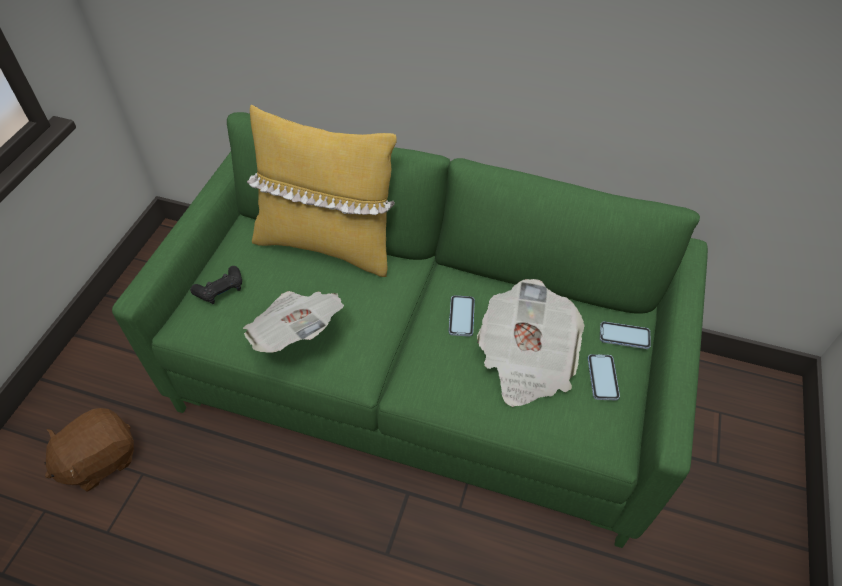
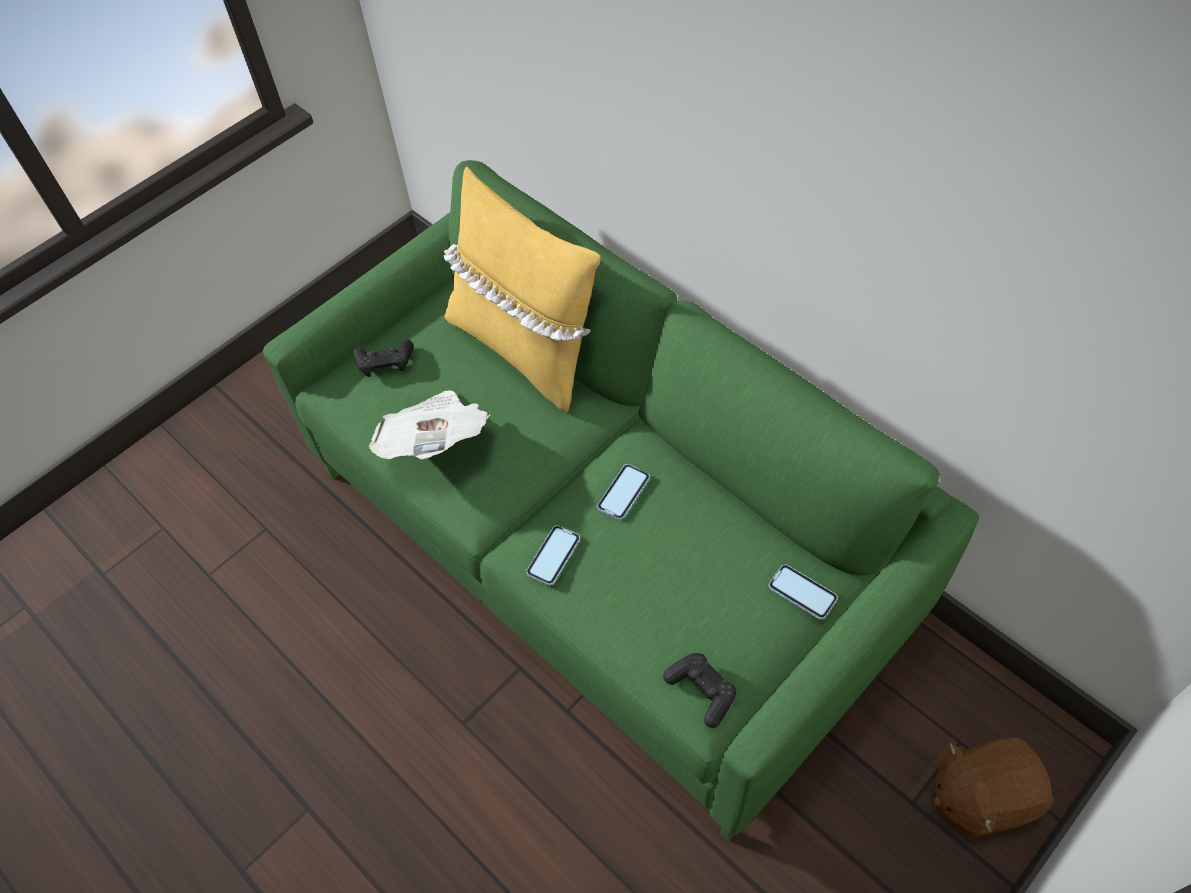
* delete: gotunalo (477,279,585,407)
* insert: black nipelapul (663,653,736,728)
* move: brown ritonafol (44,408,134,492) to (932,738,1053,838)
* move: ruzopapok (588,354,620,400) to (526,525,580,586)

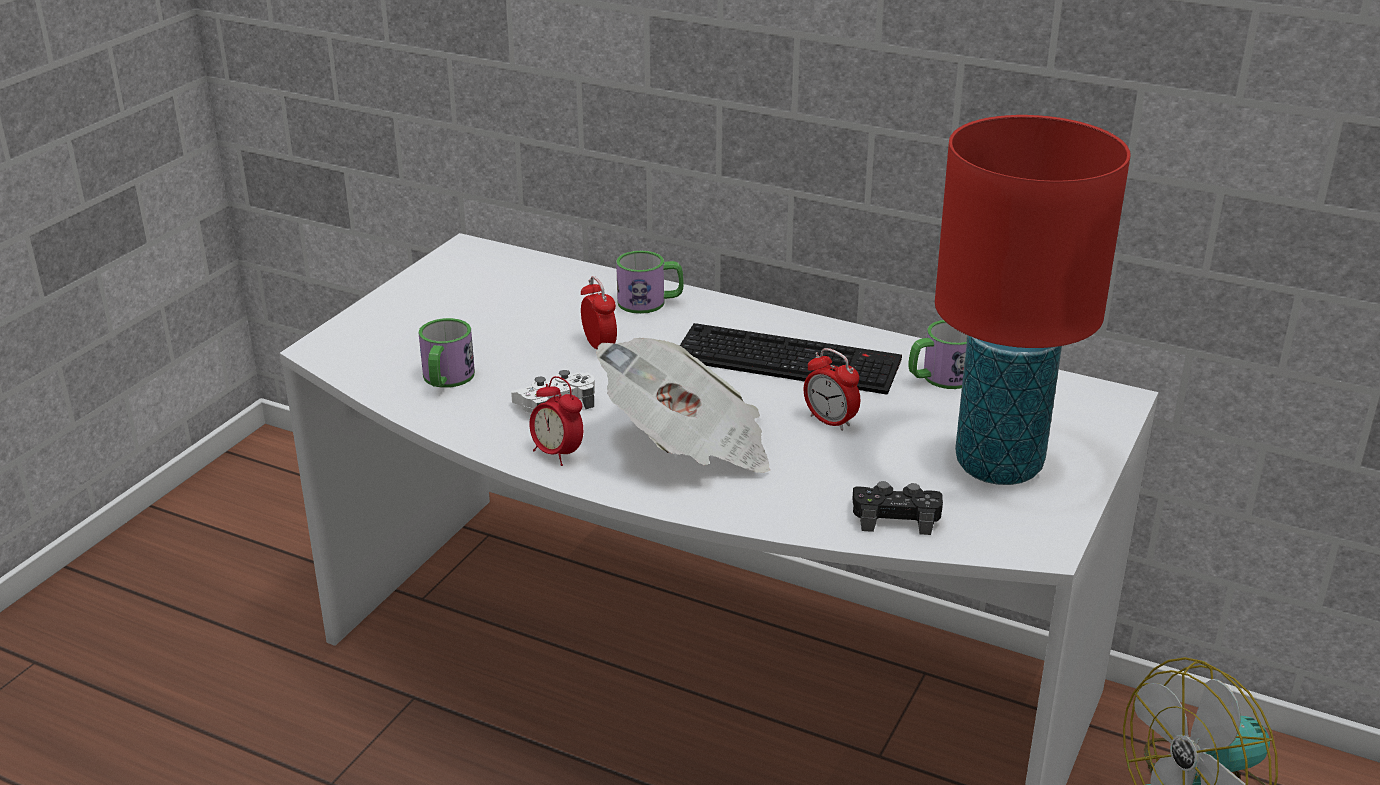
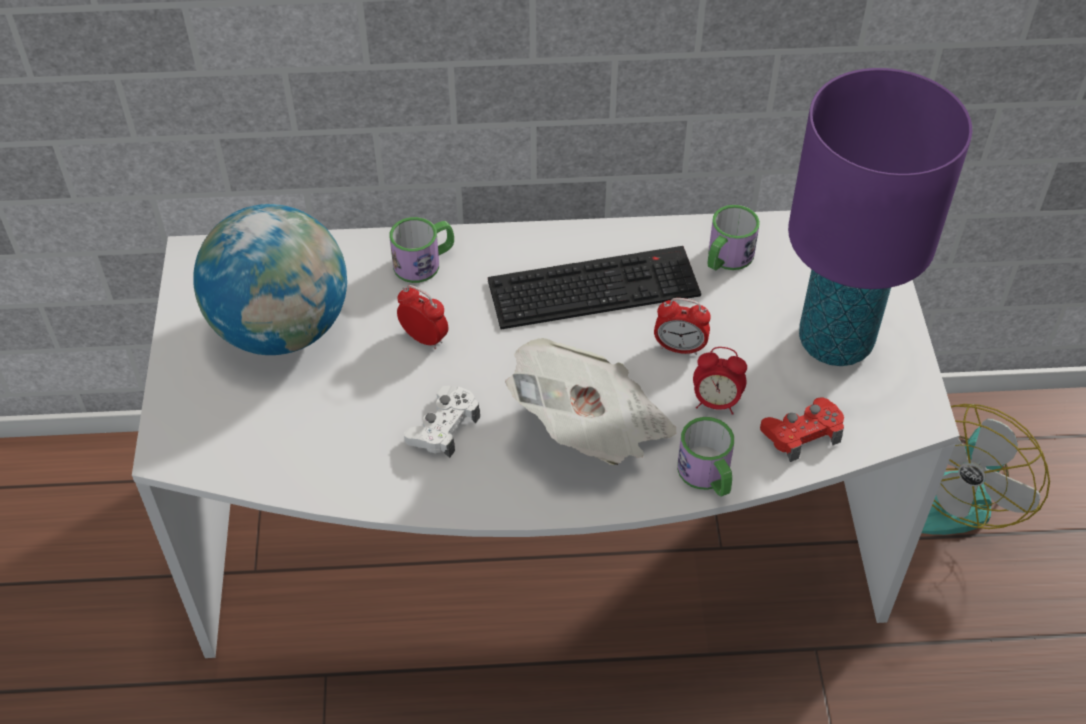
* insert: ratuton (193,204,347,355)
* move: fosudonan (419,318,475,388) to (677,417,734,497)
* move: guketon (530,376,583,466) to (693,347,747,415)
* recolor: black nipelapul (852,481,943,535) to red nipelapul (760,398,844,462)
* recolor: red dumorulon (935,115,1131,485) to purple dumorulon (788,68,972,366)

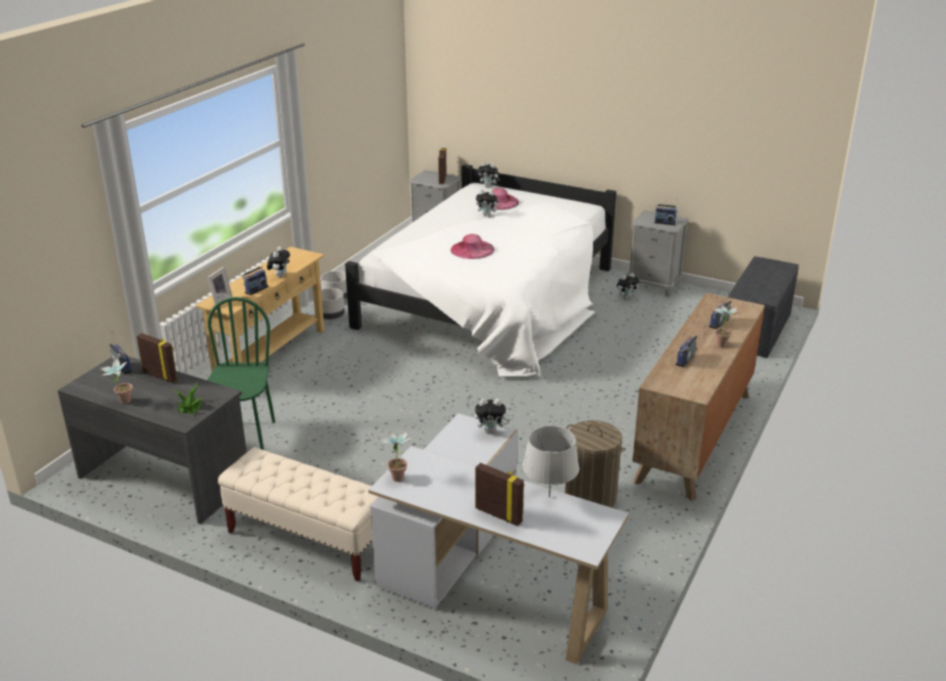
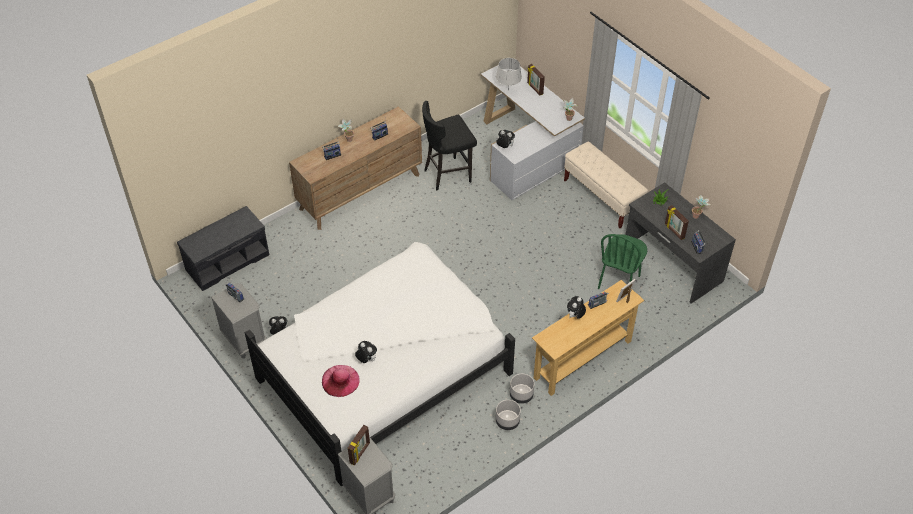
* delete: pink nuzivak (451,234,494,259)
* delete: ritonafol (478,162,500,188)
* replace: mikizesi (565,420,625,508) to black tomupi (422,101,477,190)

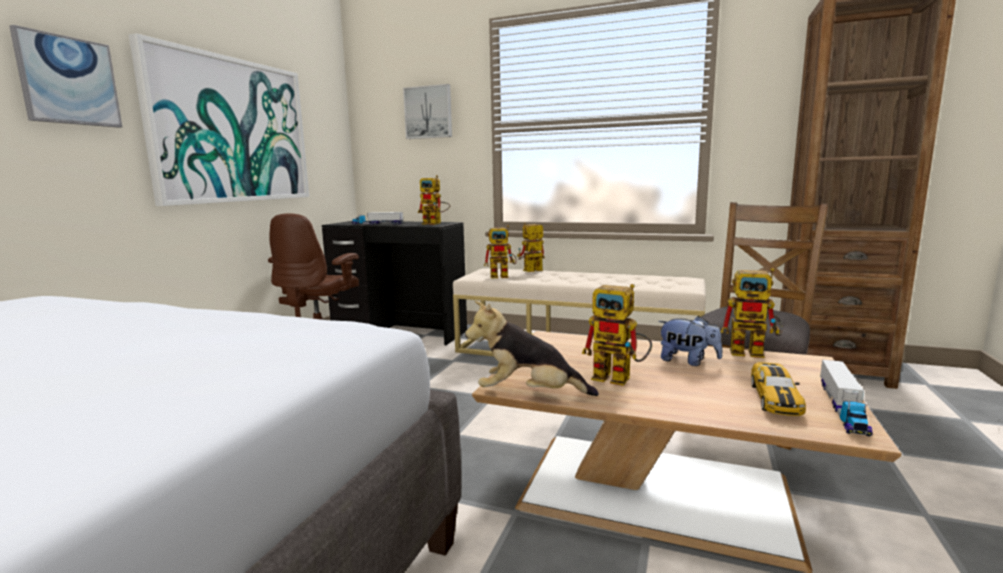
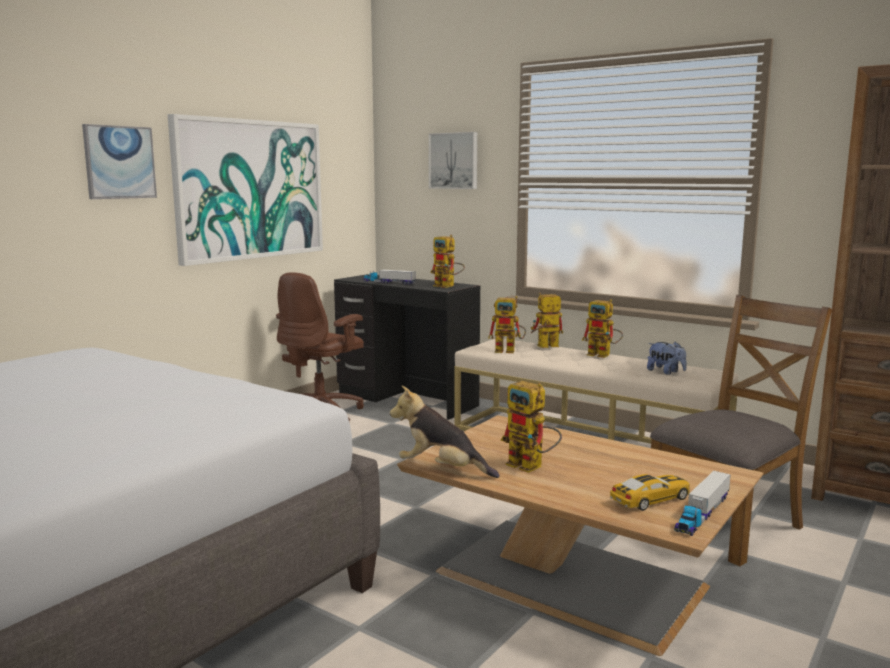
* move: ritonafol (658,316,722,366) to (647,341,687,375)
* move: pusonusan (721,268,782,358) to (582,299,623,358)
* rotate: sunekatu (751,362,806,416) = (610,474,690,511) 150 degrees counterclockwise

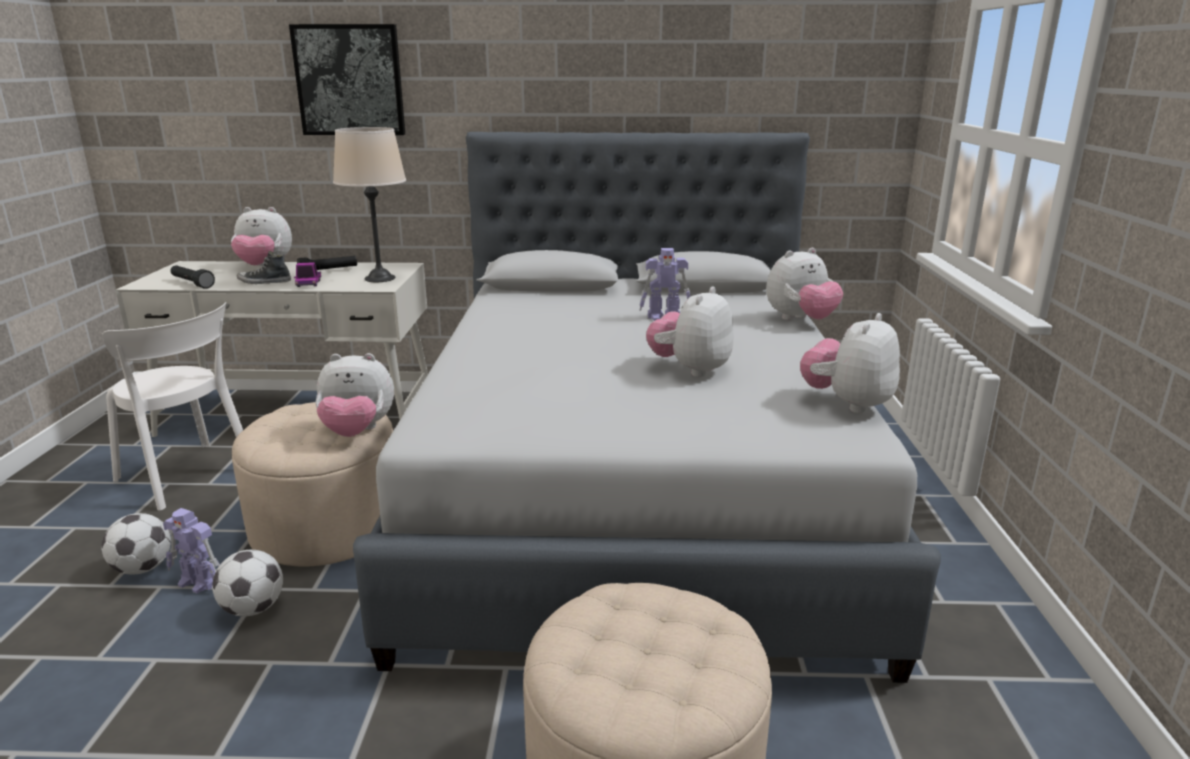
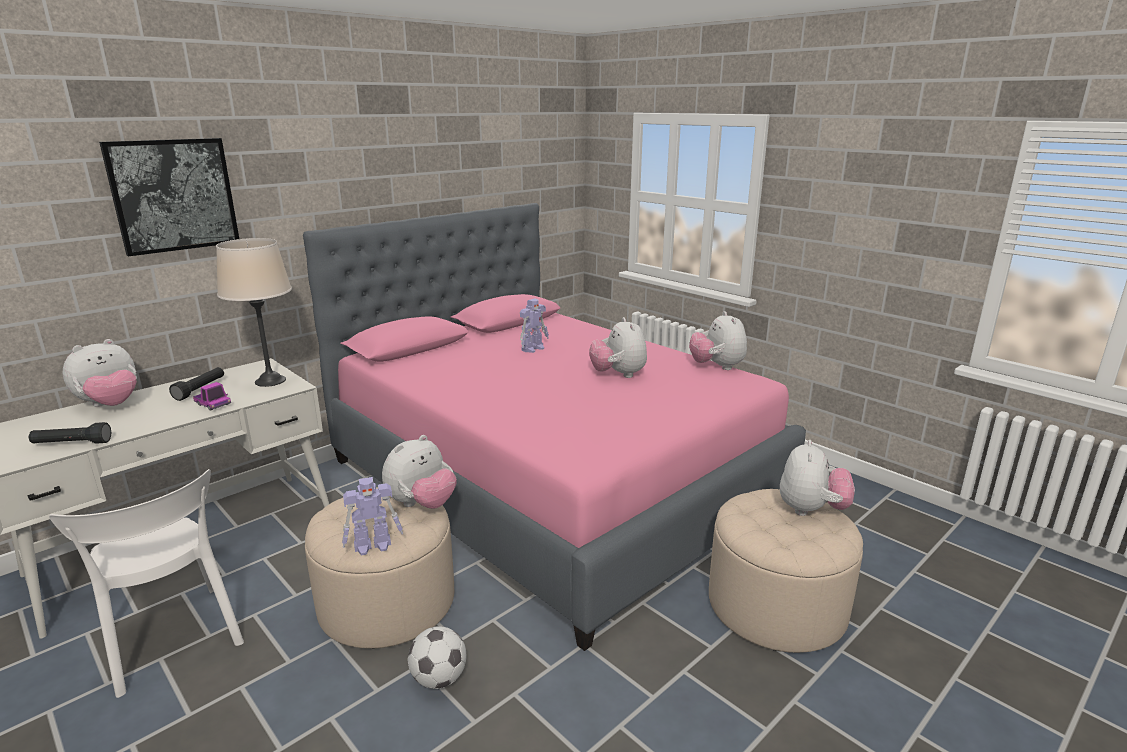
* delete: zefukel (101,513,171,574)
* delete: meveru (237,251,291,284)
* move: pusonusan (163,508,220,593) to (342,477,403,556)
* move: ritonafol (766,248,843,320) to (780,440,855,516)
* recolor: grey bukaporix (353,132,941,683) to pink bukaporix (303,203,806,651)
* rotate: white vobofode (102,302,243,511) = (49,469,244,698) 60 degrees clockwise

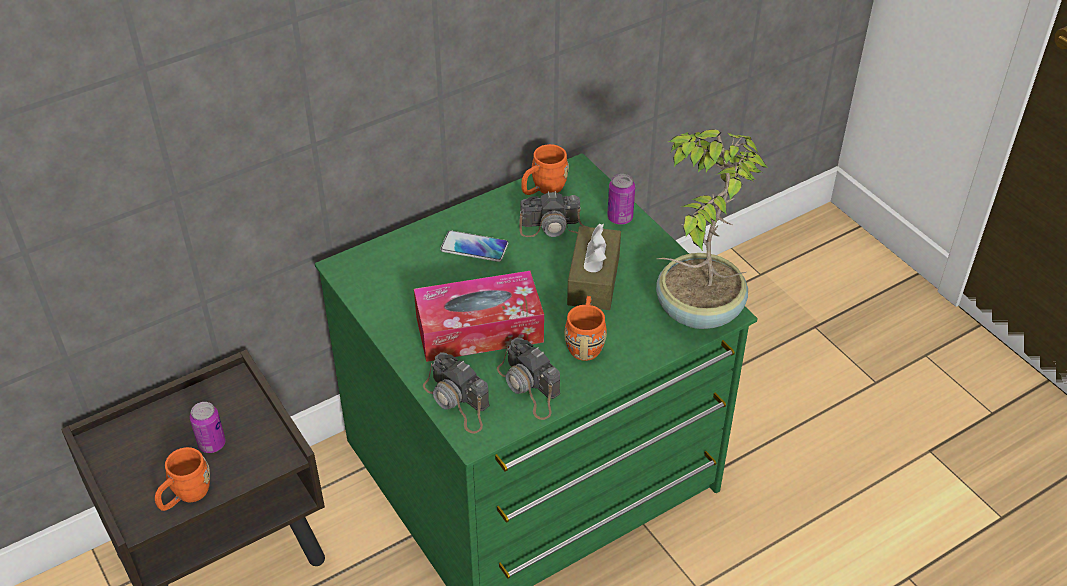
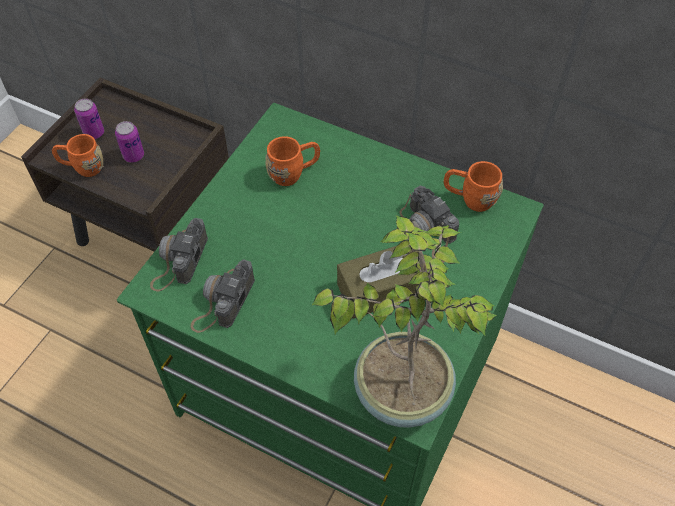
* delete: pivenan (414,271,544,362)
* delete: ruzopapok (440,230,508,262)
* move: orange fosudonan (564,296,607,361) to (265,136,320,186)
* move: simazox (607,174,635,225) to (74,98,104,139)

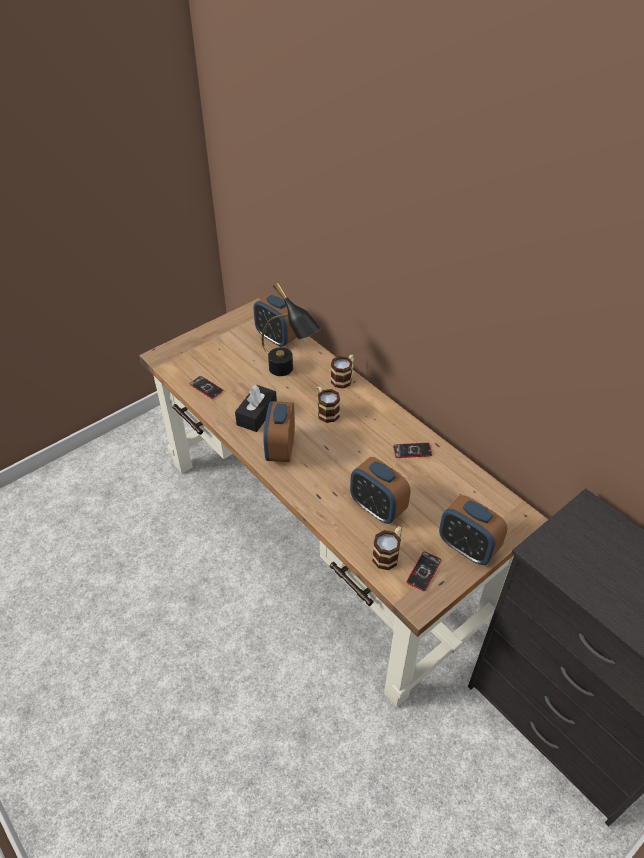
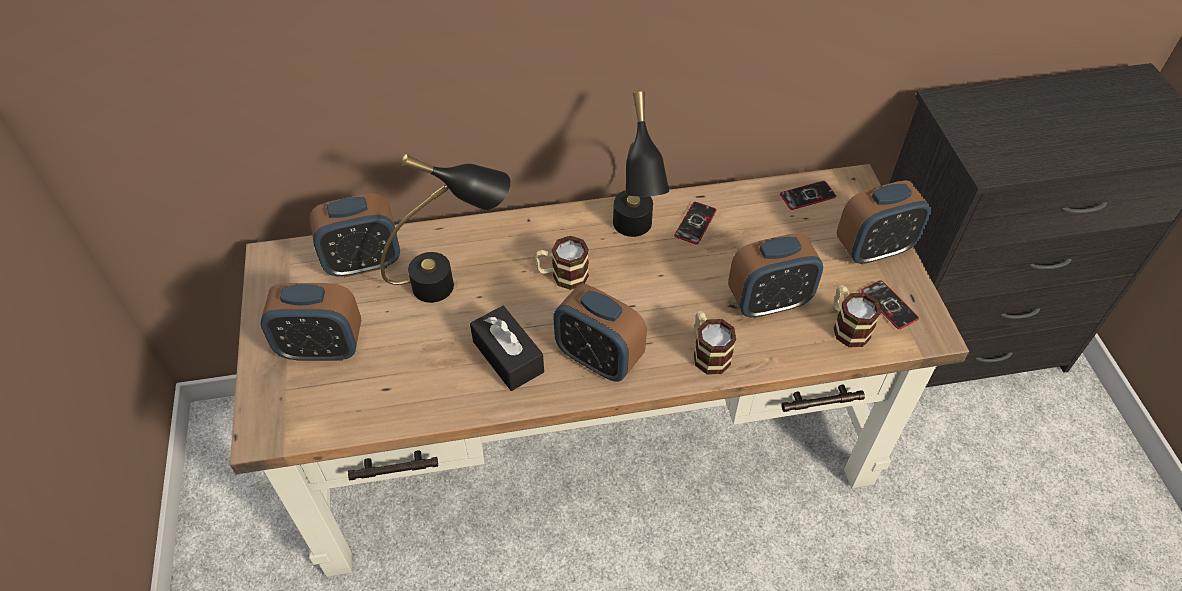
* insert: guketon (261,283,361,361)
* insert: black dumorulon (613,91,669,237)
* move: ruzopapok (190,376,223,399) to (780,181,836,210)
* move: fosudonan (331,355,354,389) to (694,311,736,375)

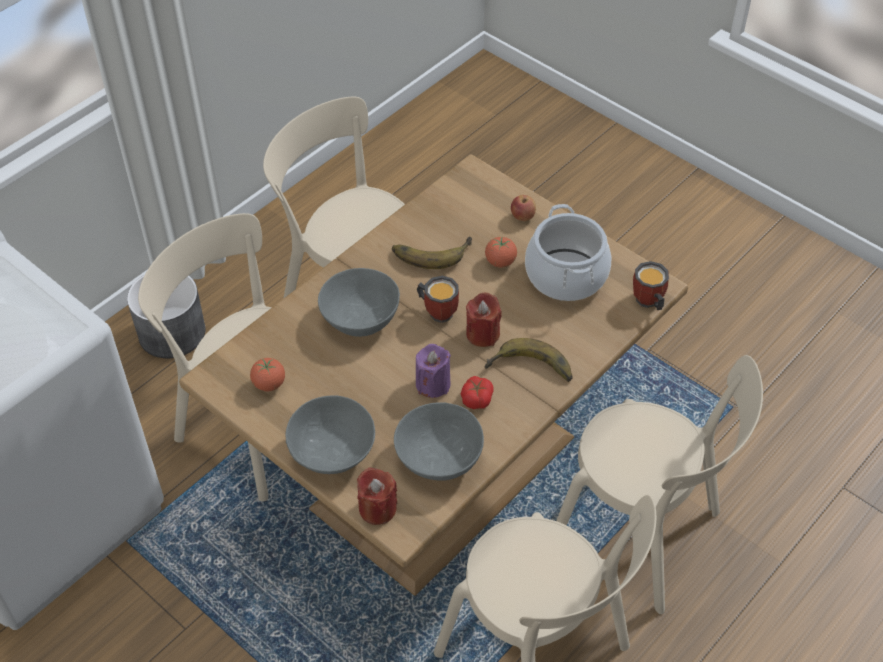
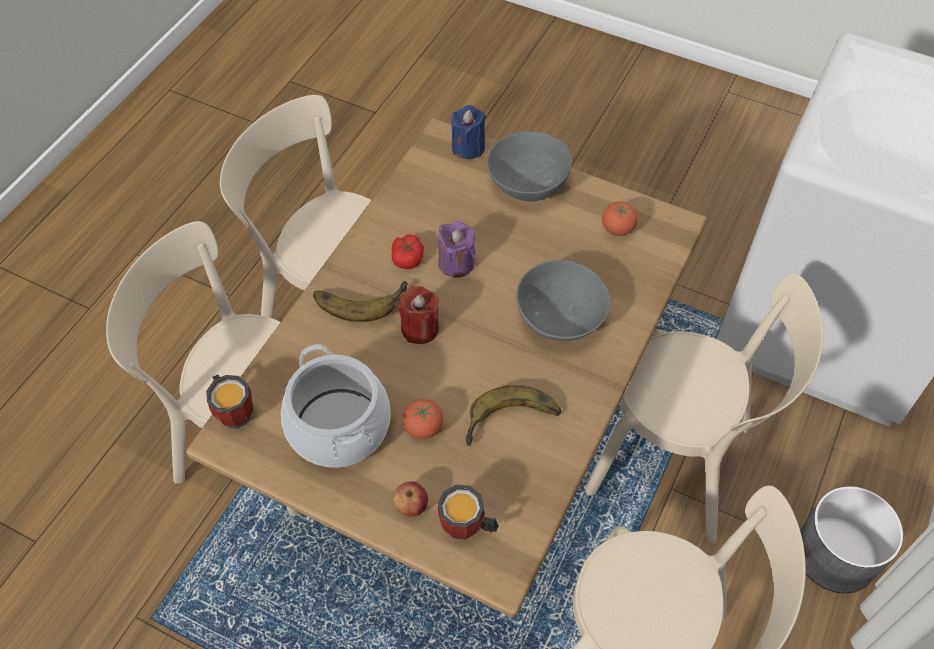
* delete: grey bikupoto (394,402,484,481)
* move: fosudonan (417,276,459,323) to (437,485,499,540)
* recolor: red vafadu (357,467,397,525) to blue vafadu (452,105,486,159)

